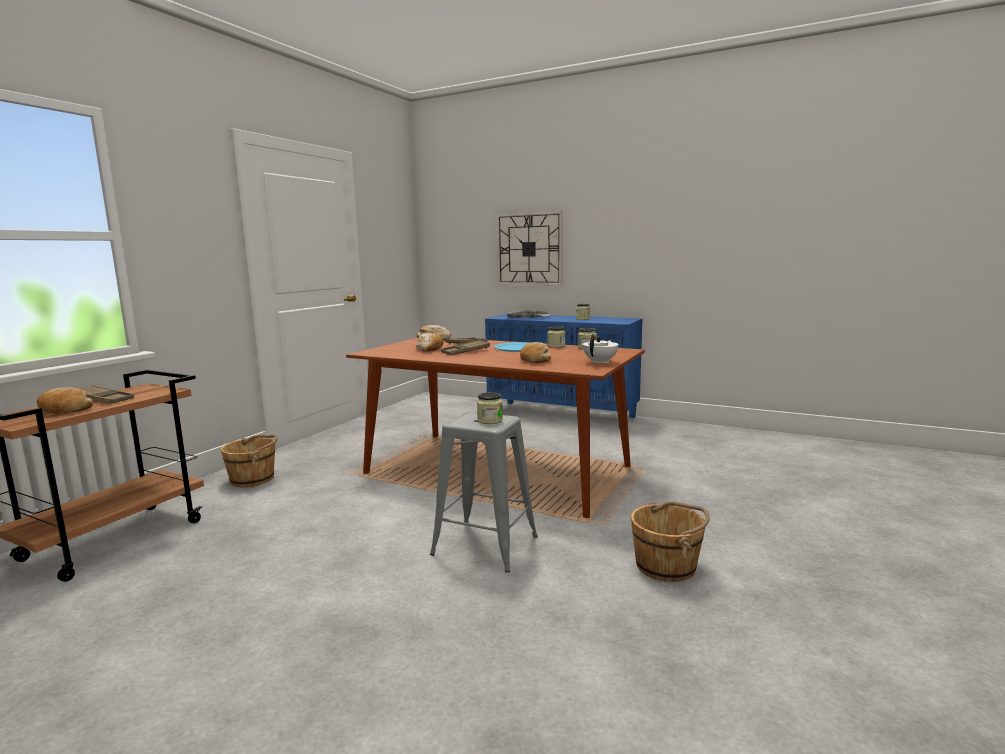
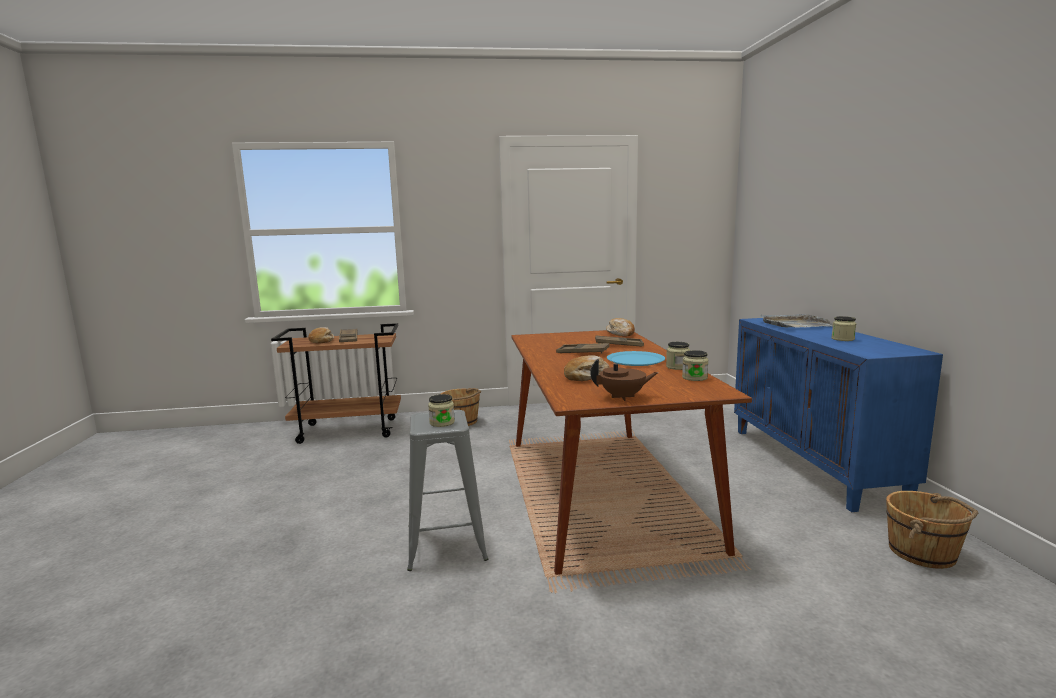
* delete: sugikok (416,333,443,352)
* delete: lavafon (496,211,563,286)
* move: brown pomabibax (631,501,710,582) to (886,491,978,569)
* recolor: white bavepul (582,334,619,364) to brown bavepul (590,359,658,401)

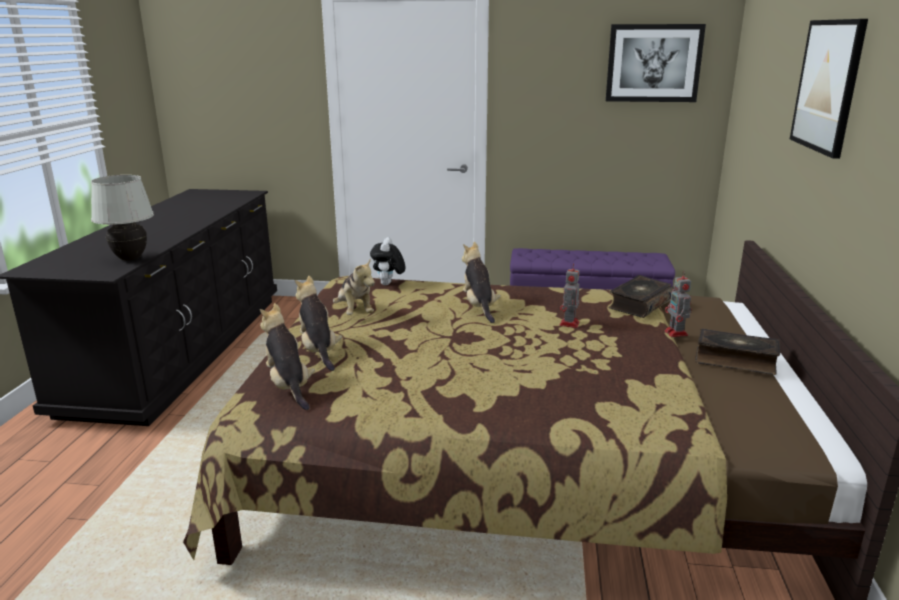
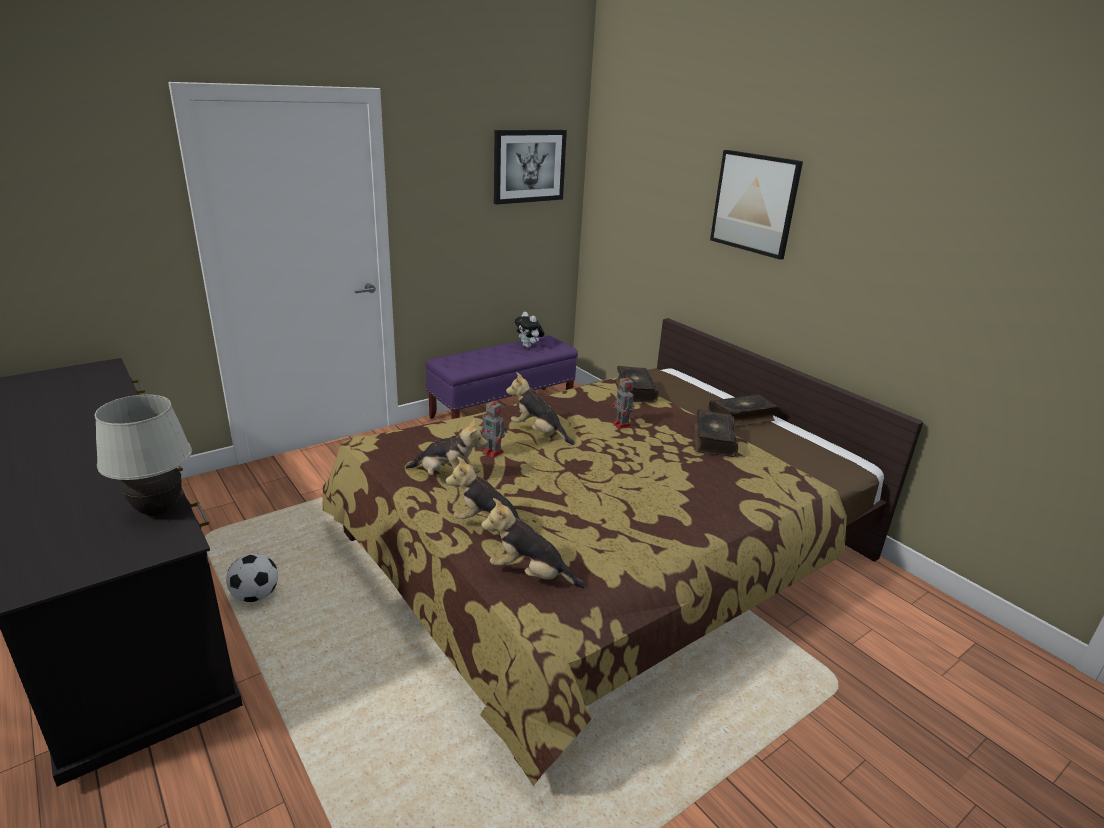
* insert: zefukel (226,553,278,602)
* insert: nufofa (693,409,738,457)
* move: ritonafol (370,237,405,285) to (514,312,544,348)
* move: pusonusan (664,271,692,337) to (480,397,507,458)

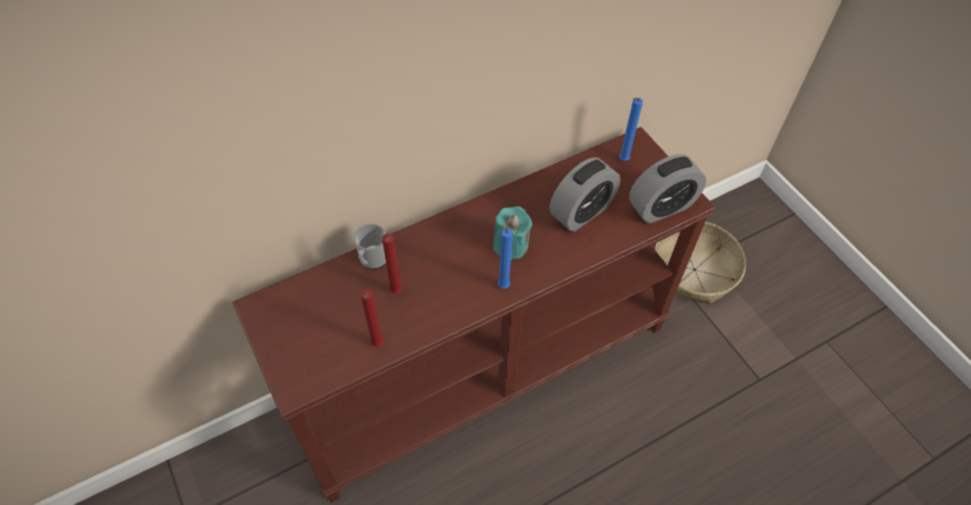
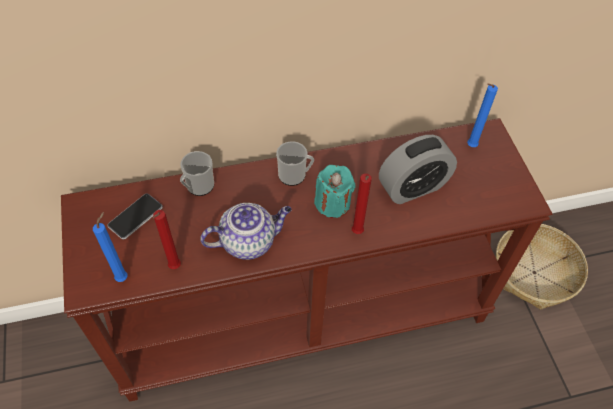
* delete: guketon (629,154,706,224)
* insert: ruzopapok (107,194,163,239)
* insert: bavepul (200,203,292,260)
* insert: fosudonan (276,141,314,186)
* move: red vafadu (382,234,402,294) to (352,174,372,234)
* move: blue vafadu (498,217,513,289) to (93,212,128,282)

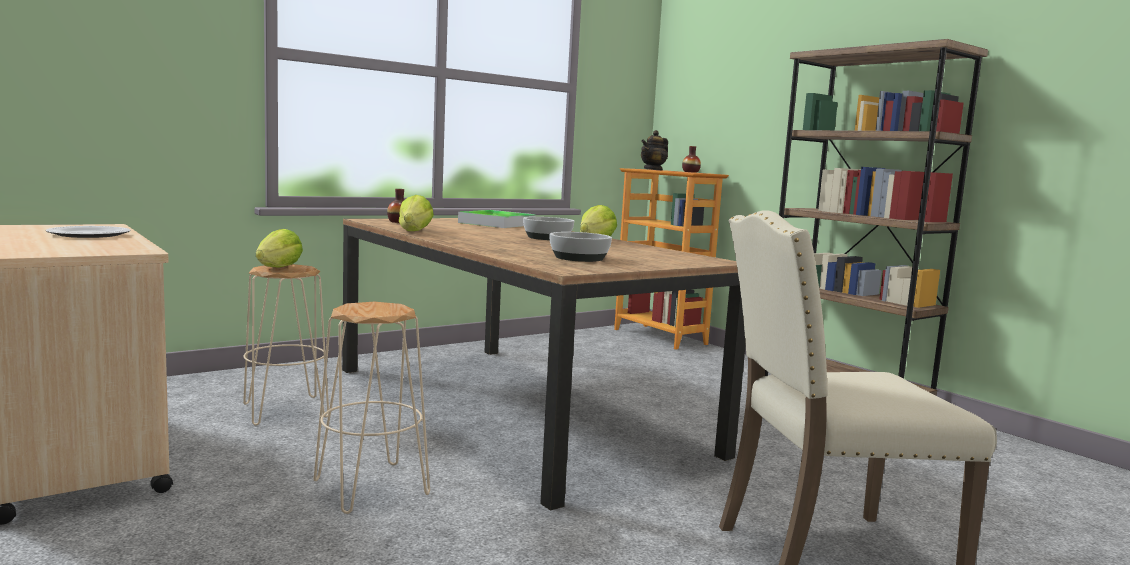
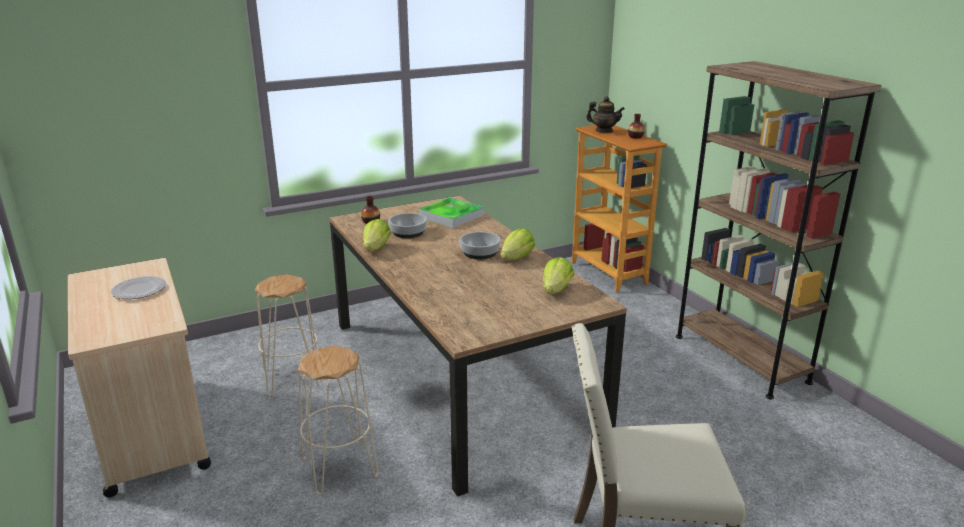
* move: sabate (256,229,303,267) to (543,257,574,294)
* move: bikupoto (549,232,612,262) to (388,213,427,238)
* rotate: bavepul (641,130,668,170) = (586,96,625,133) 120 degrees counterclockwise

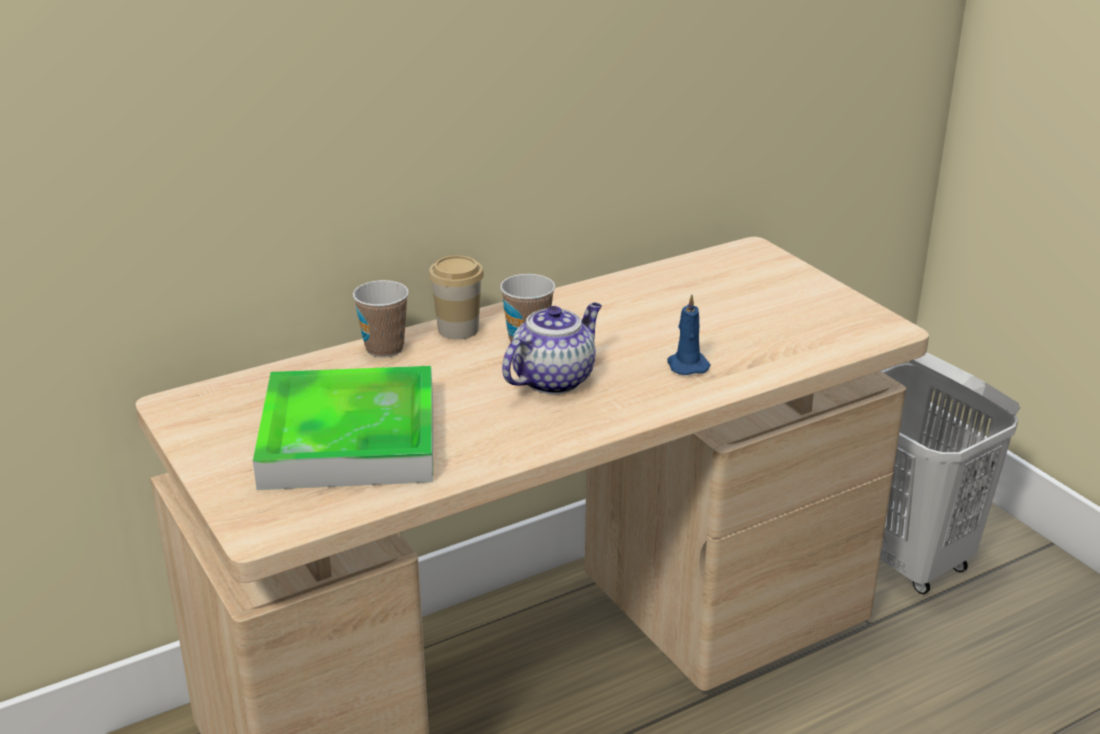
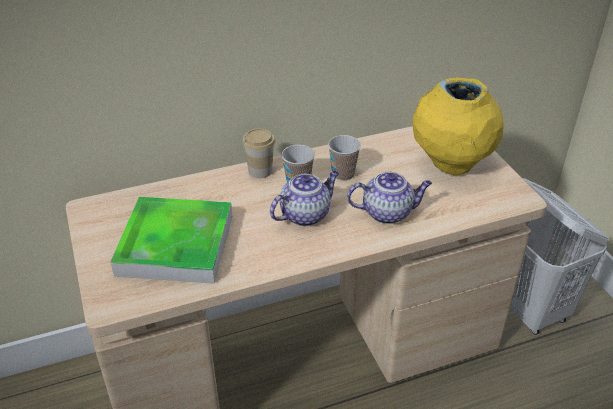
* insert: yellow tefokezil (413,77,504,175)
* move: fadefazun (353,280,409,358) to (328,135,361,181)
* replace: blue vafadu (667,294,711,375) to bavepul (347,172,432,224)

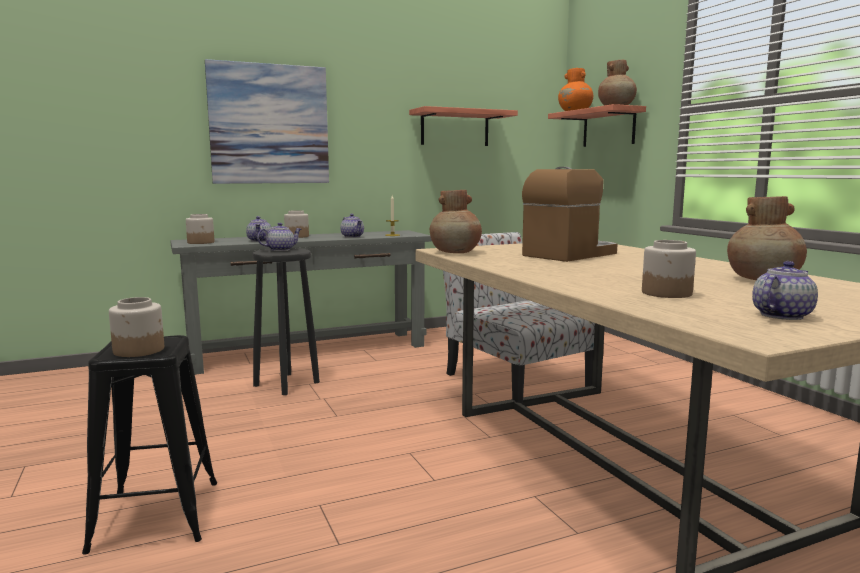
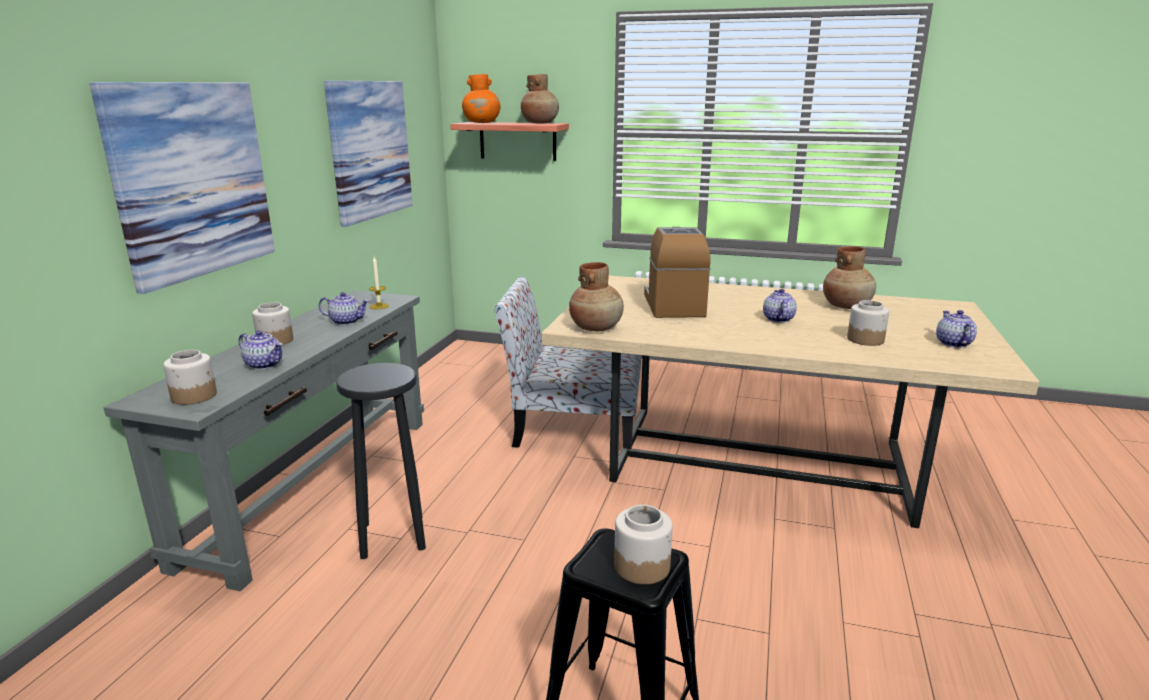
* move: bavepul (257,223,302,251) to (763,289,797,323)
* replace: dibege (409,106,518,146) to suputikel (324,81,412,227)

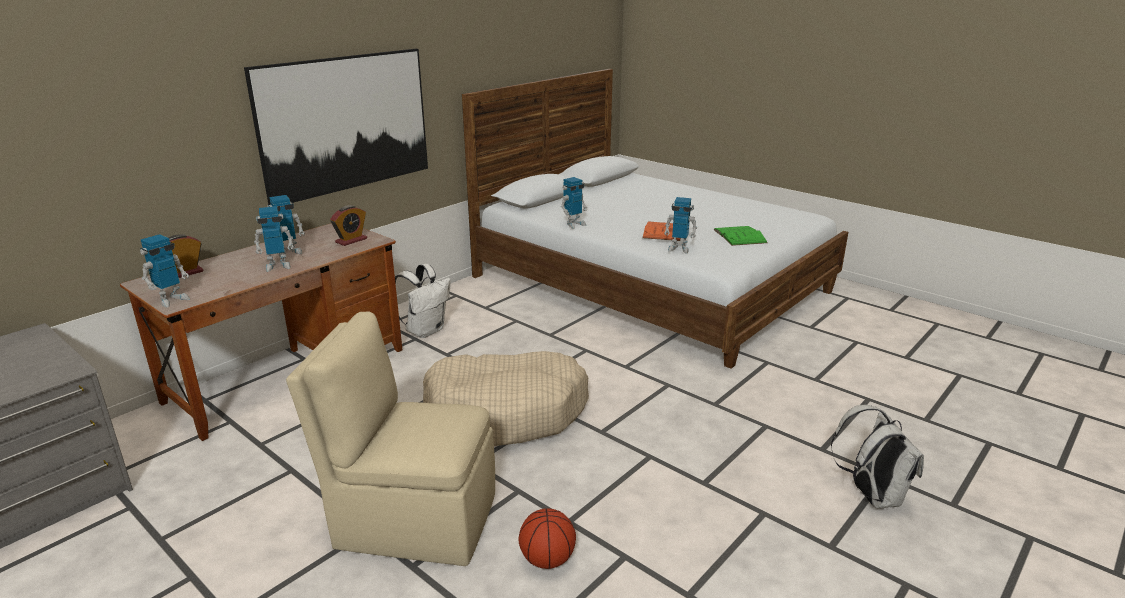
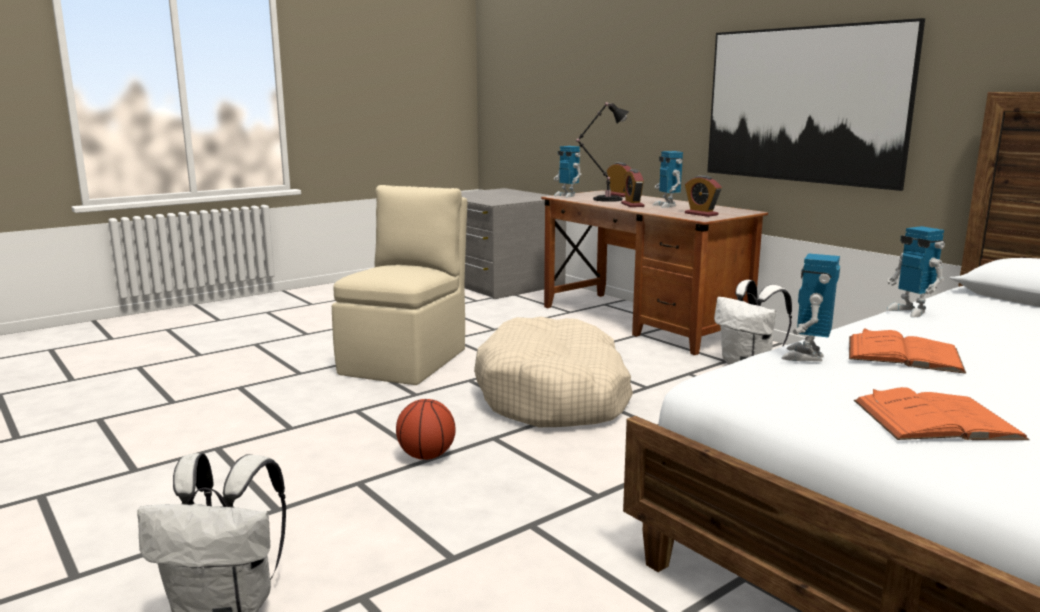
* insert: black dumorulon (575,102,629,202)
* move: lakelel (518,508,576,569) to (396,399,456,460)
* replace: pusonusan (254,206,294,272) to guketon (621,169,644,207)
* recolor: green nufofa (714,226,768,246) to orange nufofa (854,387,1030,440)

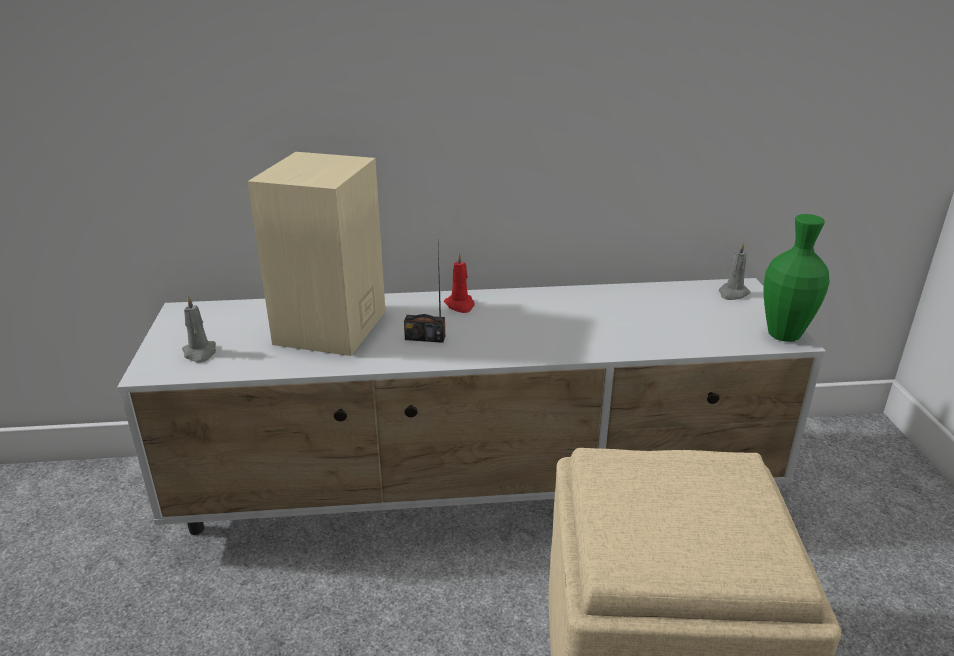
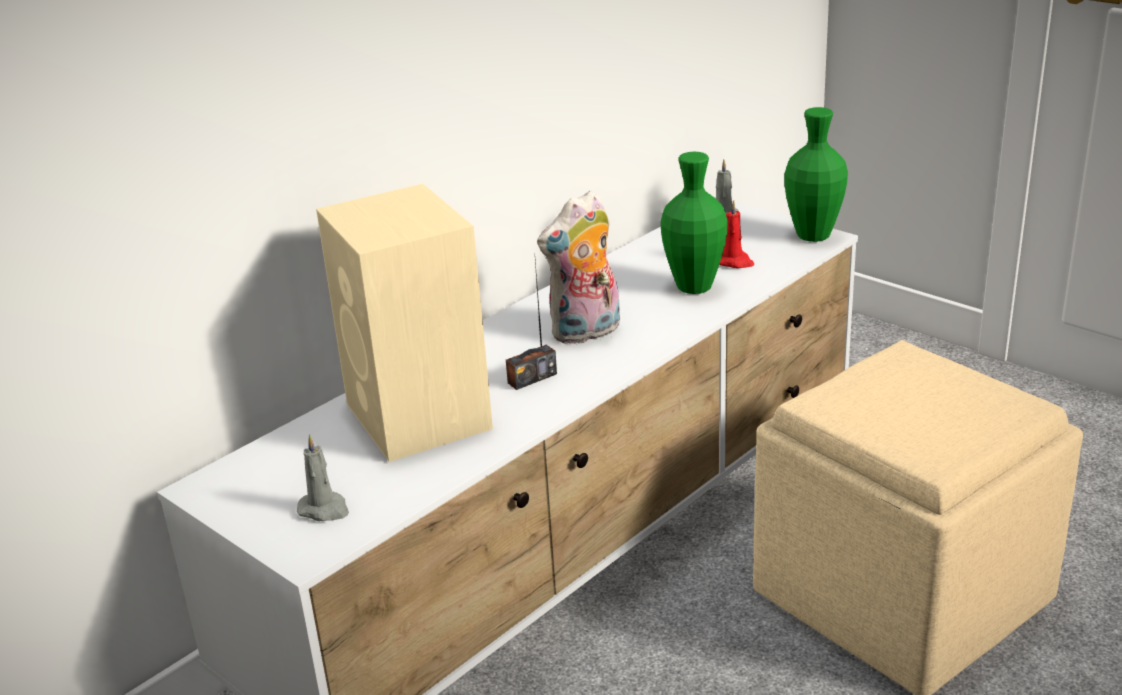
* insert: ritonafol (537,191,620,345)
* insert: green tefokezil (661,152,728,294)
* move: red vafadu (444,252,475,313) to (719,200,754,268)

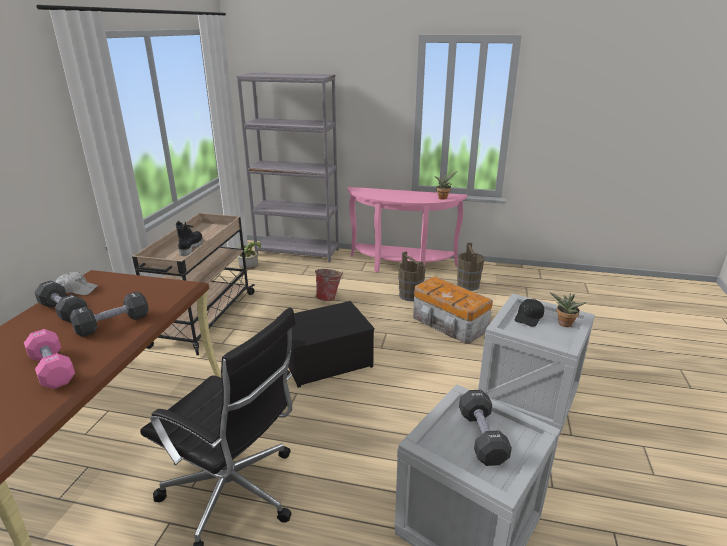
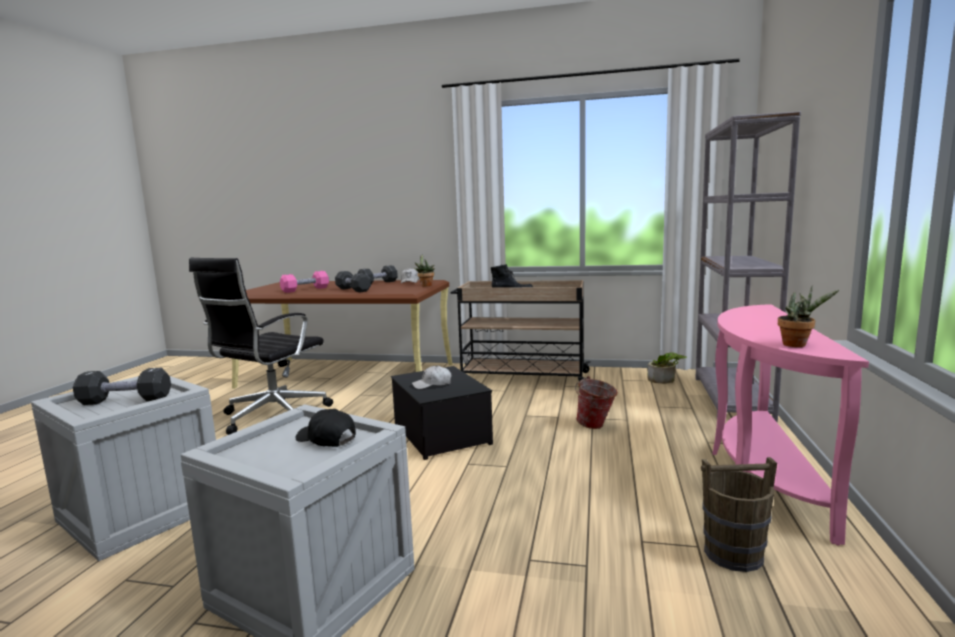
* delete: brown pomabibax (398,251,426,301)
* delete: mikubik (413,276,493,344)
* insert: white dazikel (412,365,451,389)
* move: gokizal (550,293,586,327) to (414,254,435,287)

